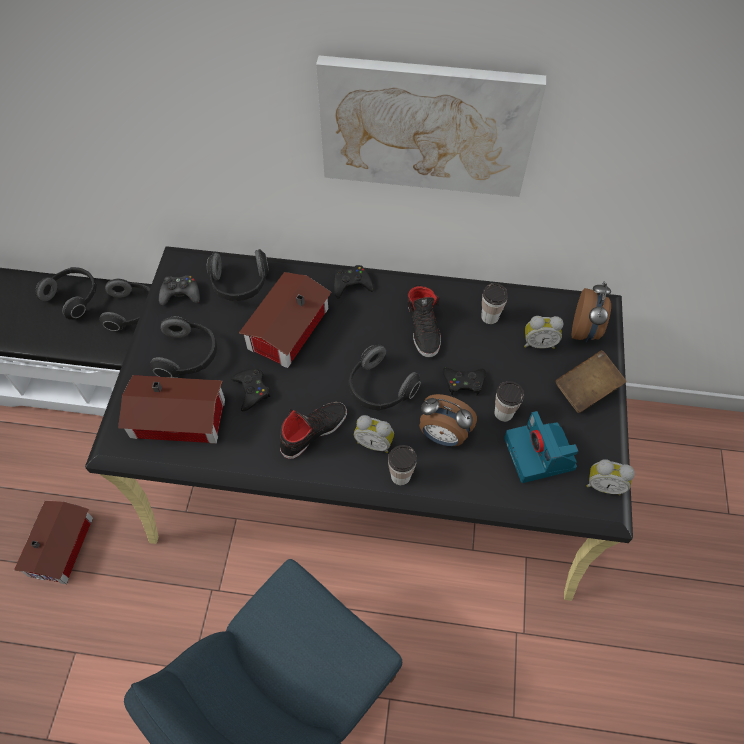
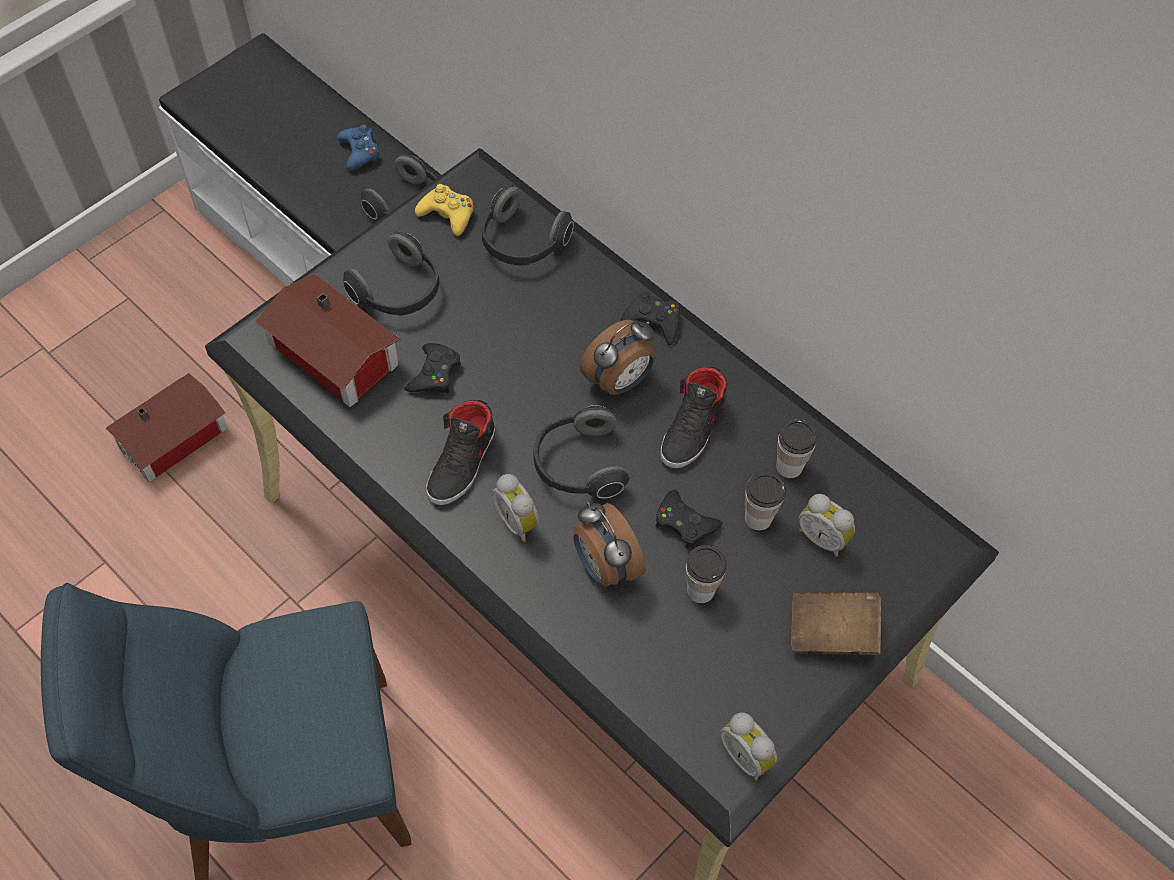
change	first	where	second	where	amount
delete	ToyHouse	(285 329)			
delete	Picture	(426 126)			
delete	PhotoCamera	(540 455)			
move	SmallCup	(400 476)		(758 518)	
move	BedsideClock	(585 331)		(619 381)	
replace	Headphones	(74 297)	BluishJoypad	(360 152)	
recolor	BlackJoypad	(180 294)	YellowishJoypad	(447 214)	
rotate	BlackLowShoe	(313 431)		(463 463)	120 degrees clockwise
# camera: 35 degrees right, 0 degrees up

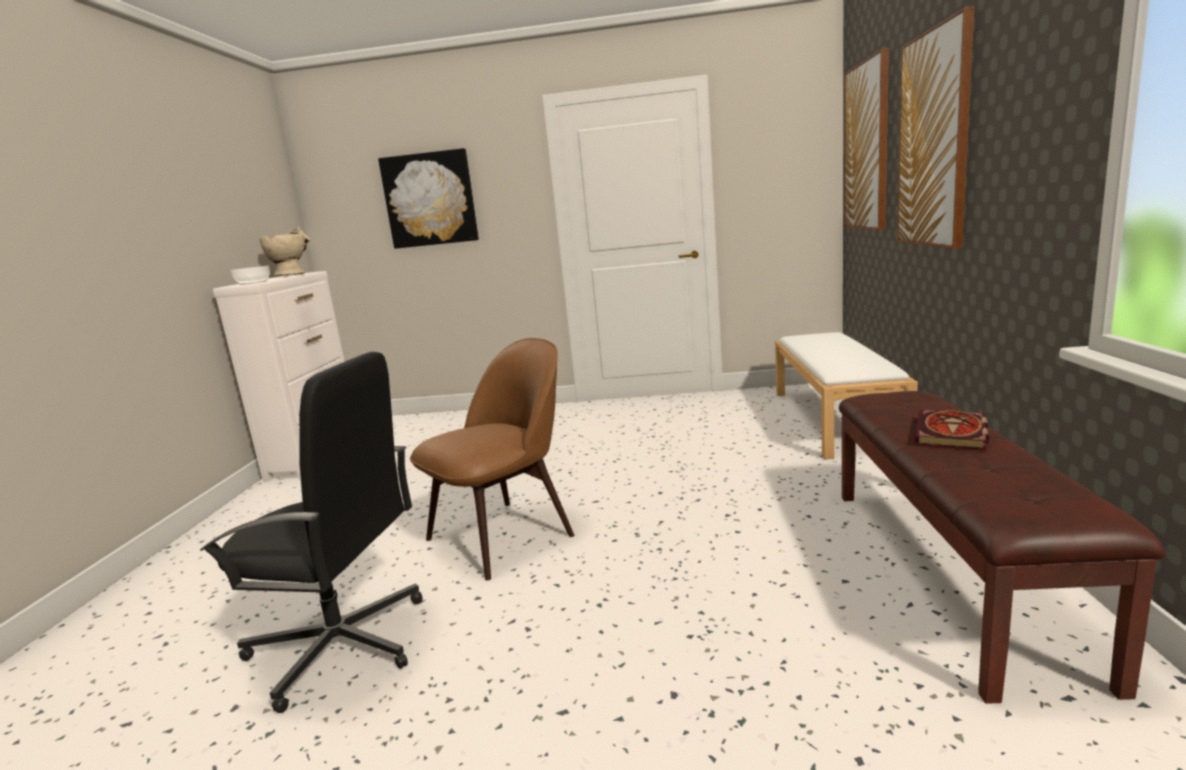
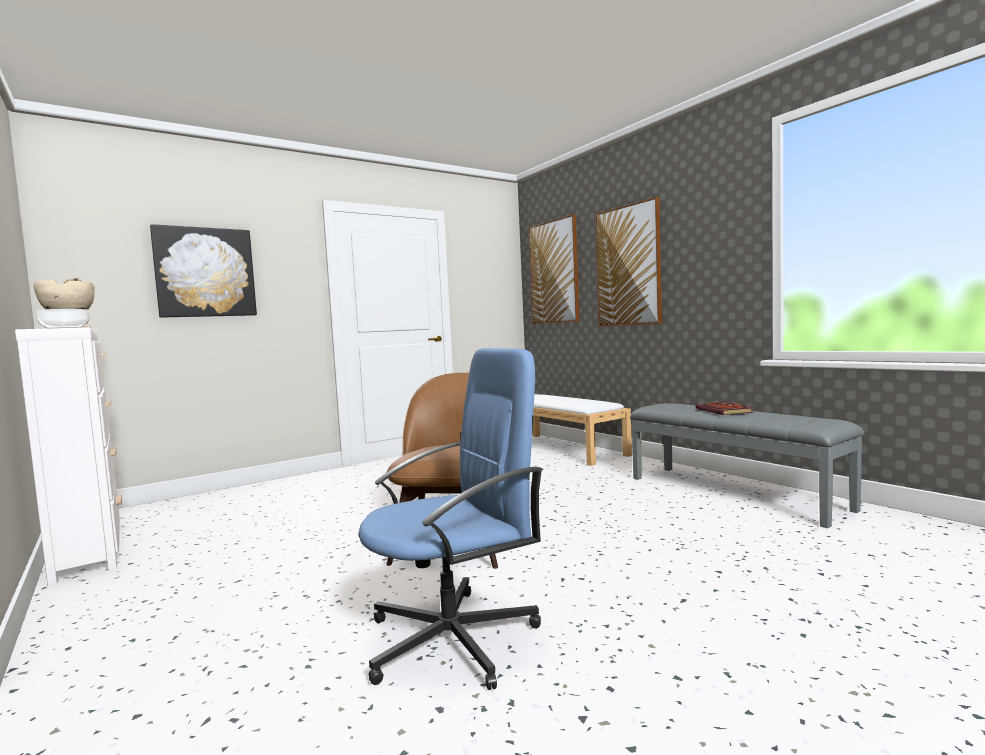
change	first	where	second	where	amount
recolor	BlackComputerChair	(341 645)	BluishComputerChair	(454 638)	
recolor	BrownLongSeat	(951 571)	GreyLongSeat	(734 493)	
# camera: 40 degrees left, 10 degrees down

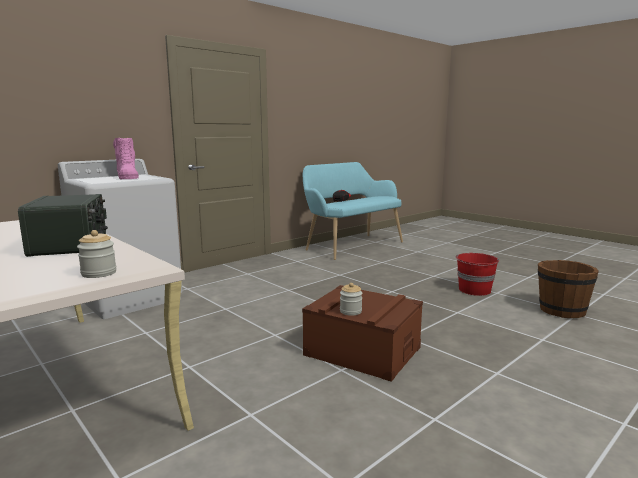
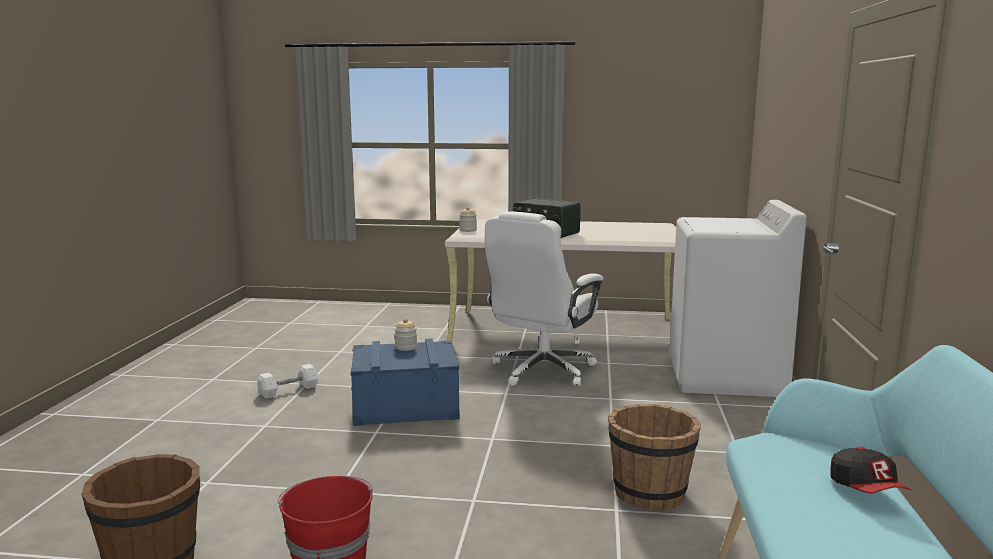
change	first	where	second	where	amount
delete	PinkHighTopBoot	(127 177)			
insert			WhiteDumbbell	(288 390)	
insert			WhiteComputerChair	(542 370)	
insert			BrownWaterBucket	(650 492)	
recolor	BrownStorageContainer	(362 351)	BluishStorageContainer	(405 405)	
# camera: 140 degrees right, 0 degrees up

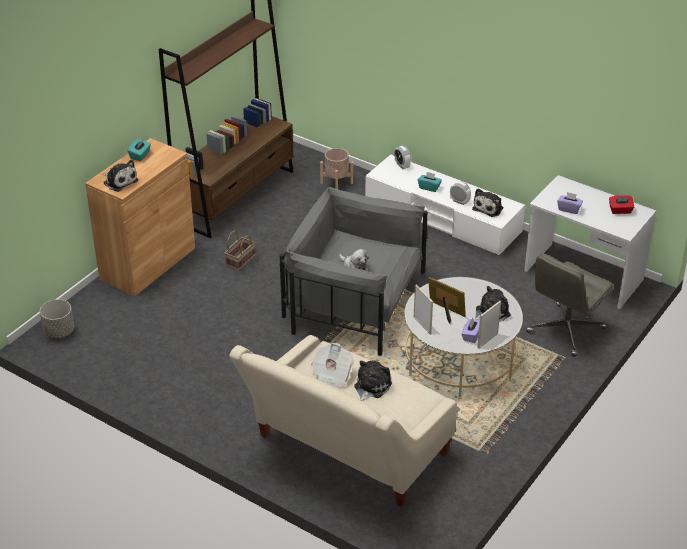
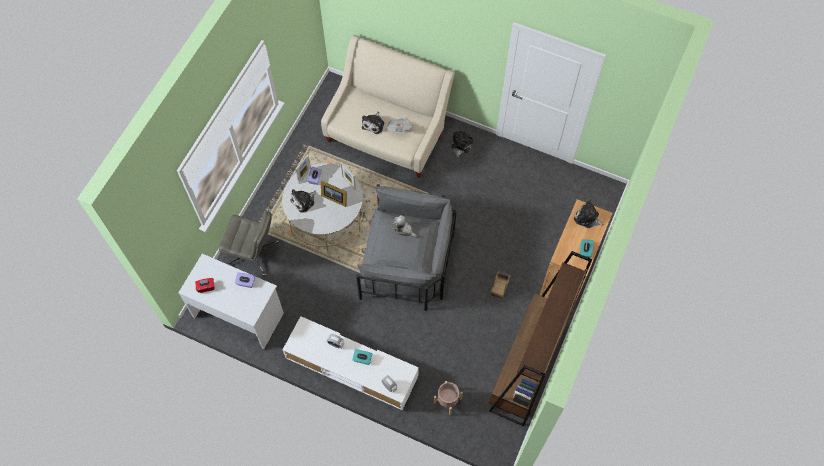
change	first	where	second	where	amount
delete	GreyPlanter	(59 331)			
move	SoftToy	(489 208)		(461 145)	
rotate	GreyComputerChair	(565 331)		(254 254)	75 degrees clockwise
# camera: 170 degrees right, 25 degrees up

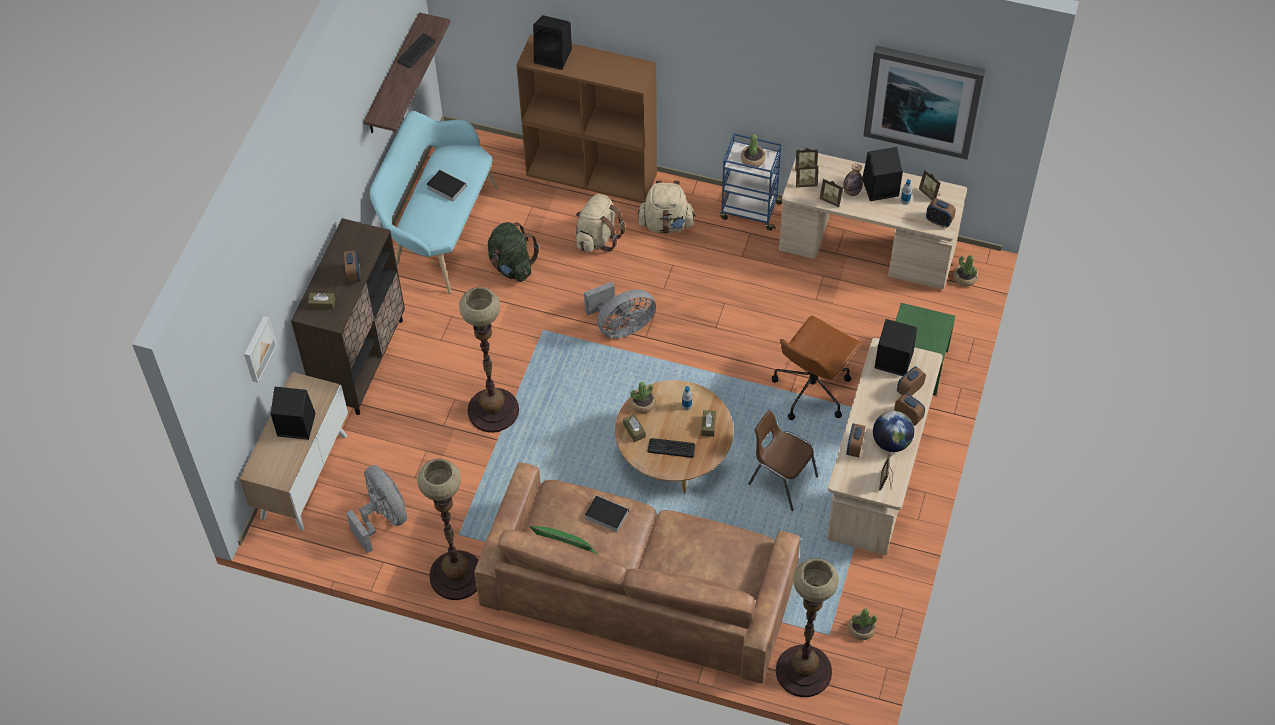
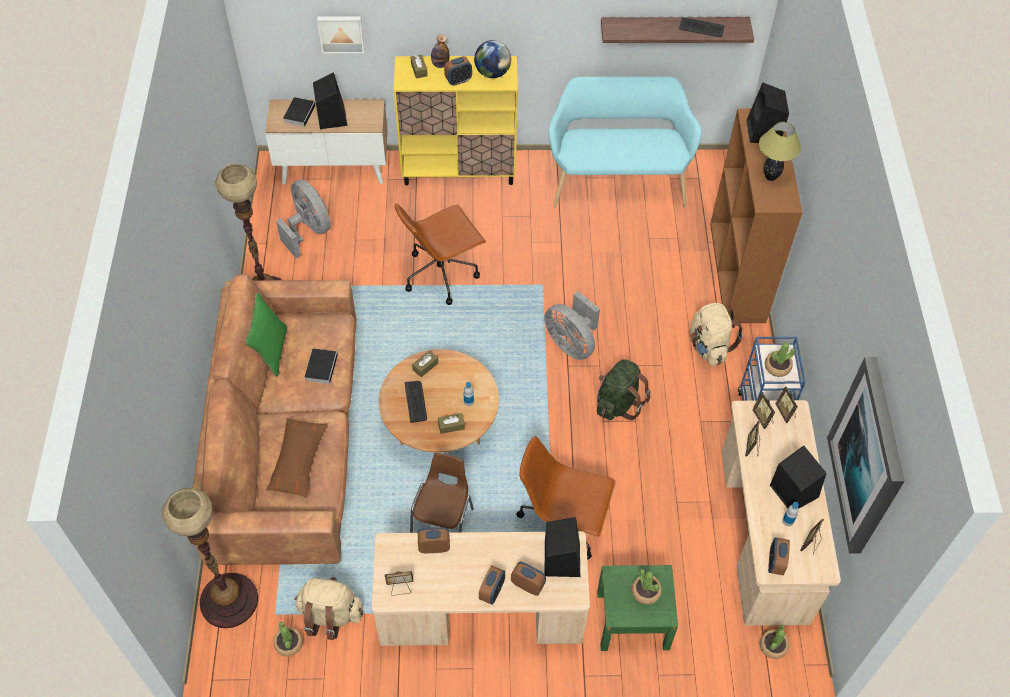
change	first	where	second	where	amount
insert			BrownCushion	(298 461)	
insert			LampForATable	(771 177)	
move	Volume	(445 187)		(299 113)	
move	GreenKnapsack	(512 266)		(618 403)	
move	BeigeKnapsack	(597 238)		(330 615)	
move	PottedPlant	(643 404)		(646 591)	
move	DrinkBottle	(851 192)		(440 64)	
move	WorldGlobe	(891 442)		(492 73)	
replace	FloorLamp	(493 411)	BrownComputerChair	(441 273)	
recolor	BrownCabinet	(361 361)	YellowishCabinet	(459 170)	
rotate	GreyFan	(383 518)		(308 230)	75 degrees counterclockwise
# camera: 70 degrees right, 0 degrees up

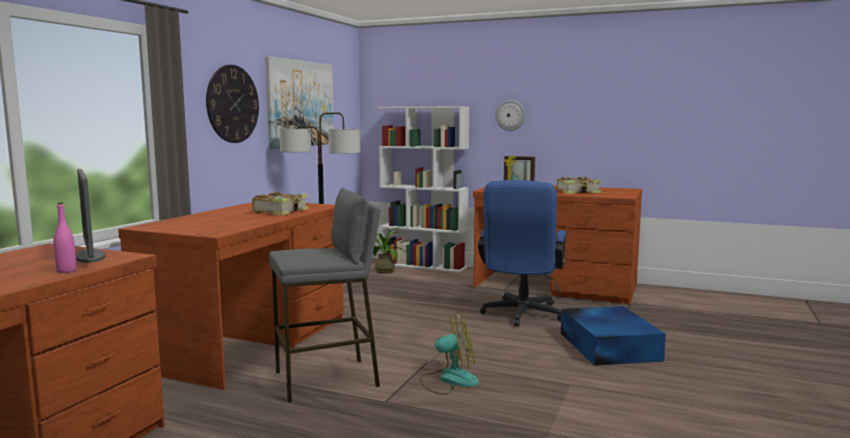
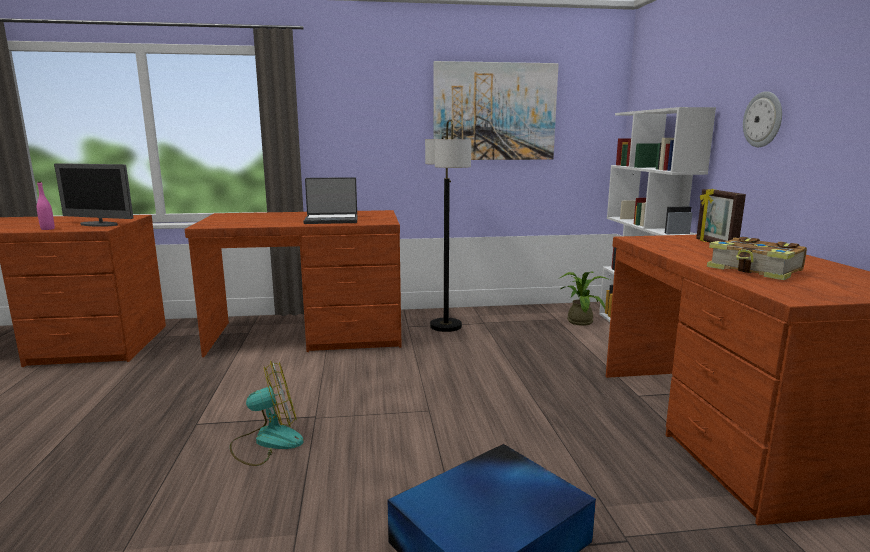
change	first	where	second	where	amount
delete	WallClock	(232 104)			
delete	GreyStoolSeat	(327 380)			
delete	BluishComputerChair	(521 315)			
replace	Volume	(282 211)	PortableComputer	(331 220)	
rotate	ComputerScreen	(90 256)		(99 224)	105 degrees counterclockwise
rotate	Fan	(449 380)		(267 441)	75 degrees counterclockwise
# camera: 60 degrees right, 5 degrees up

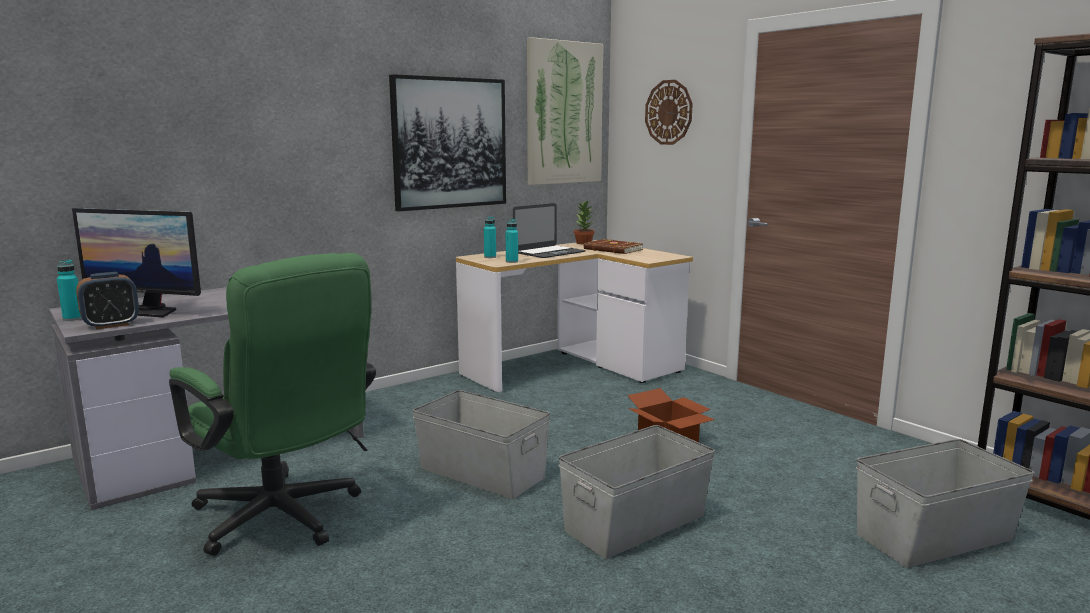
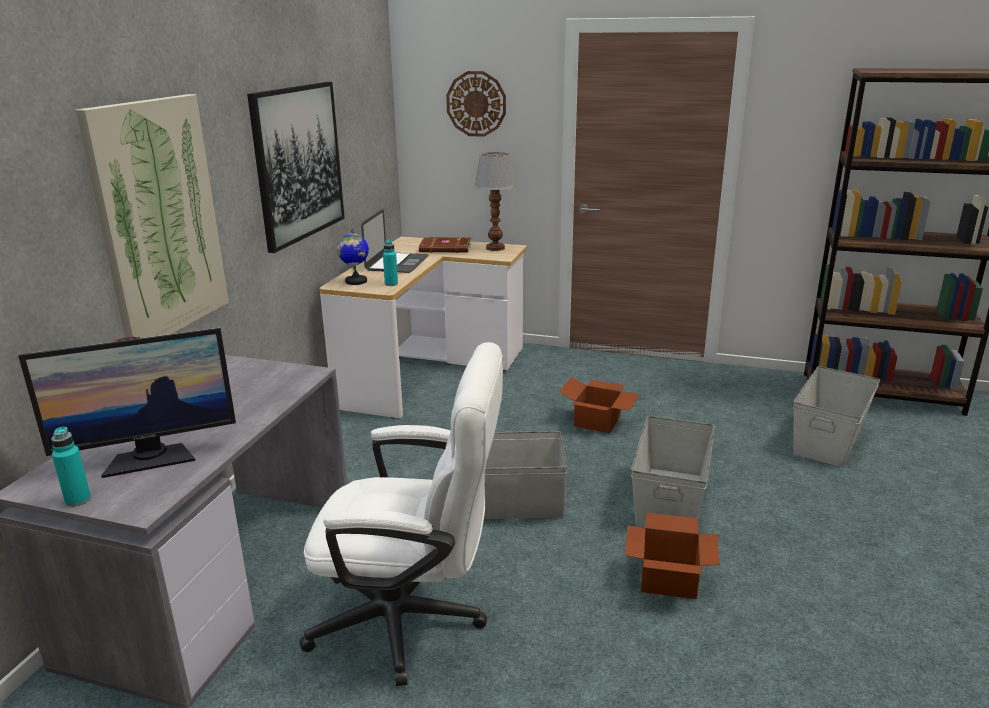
change	first	where	second	where	amount
delete	BedsideClock	(111 325)			
delete	PottedPlant	(583 243)			
insert			LampForATable	(496 248)	
insert			Carton	(669 577)	
move	Picture	(564 113)		(159 219)	
replace	BlueGreenDrinkBottle	(490 257)	WorldGlobe	(356 281)	
recolor	GreenComputerChair	(285 520)	WhiteComputerChair	(412 621)	
# camera: 35 degrees left, 10 degrees up

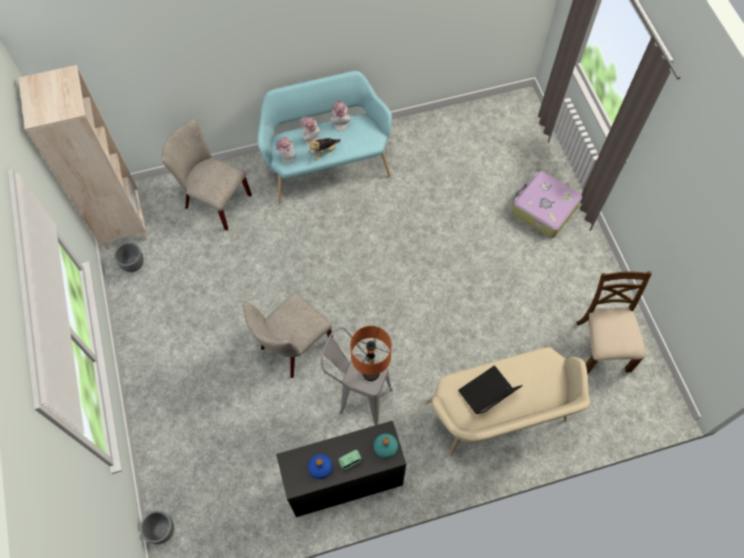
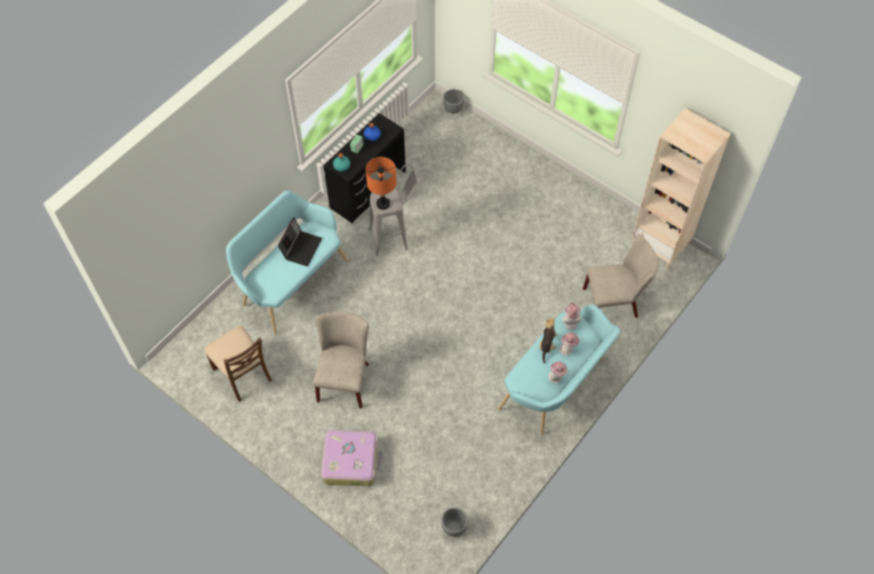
change	first	where	second	where	amount
move	GreyPlanter	(133 265)		(454 527)	
move	BeigeChair	(293 347)		(344 379)	
recolor	BeigeLongSeat	(500 416)	BlueGreenLongSeat	(291 282)	
# camera: 145 degrees right, 5 degrees down

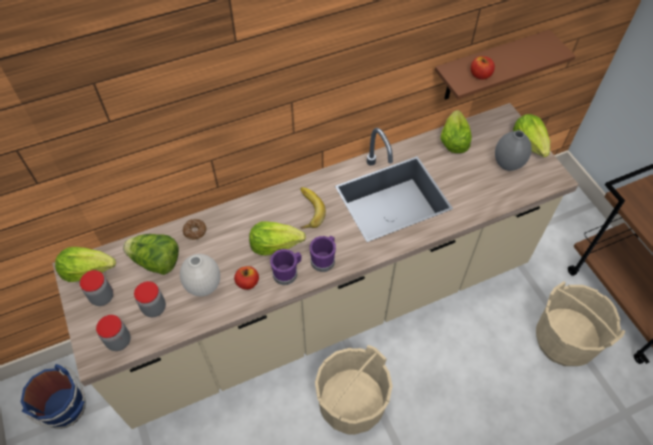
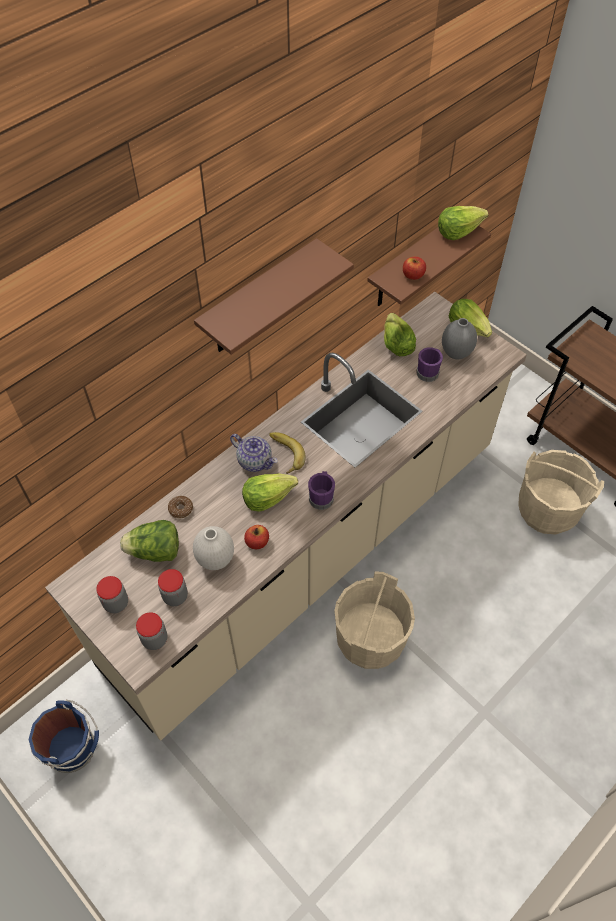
change	first	where	second	where	amount
insert			BrownBracketShelf	(258 300)	
insert			PotForTea	(255 461)	
move	LettuceHead	(88 270)		(458 231)	
move	PurpleColouredMug	(287 273)		(428 371)	
# camera: 20 degrees left, 0 degrees up

